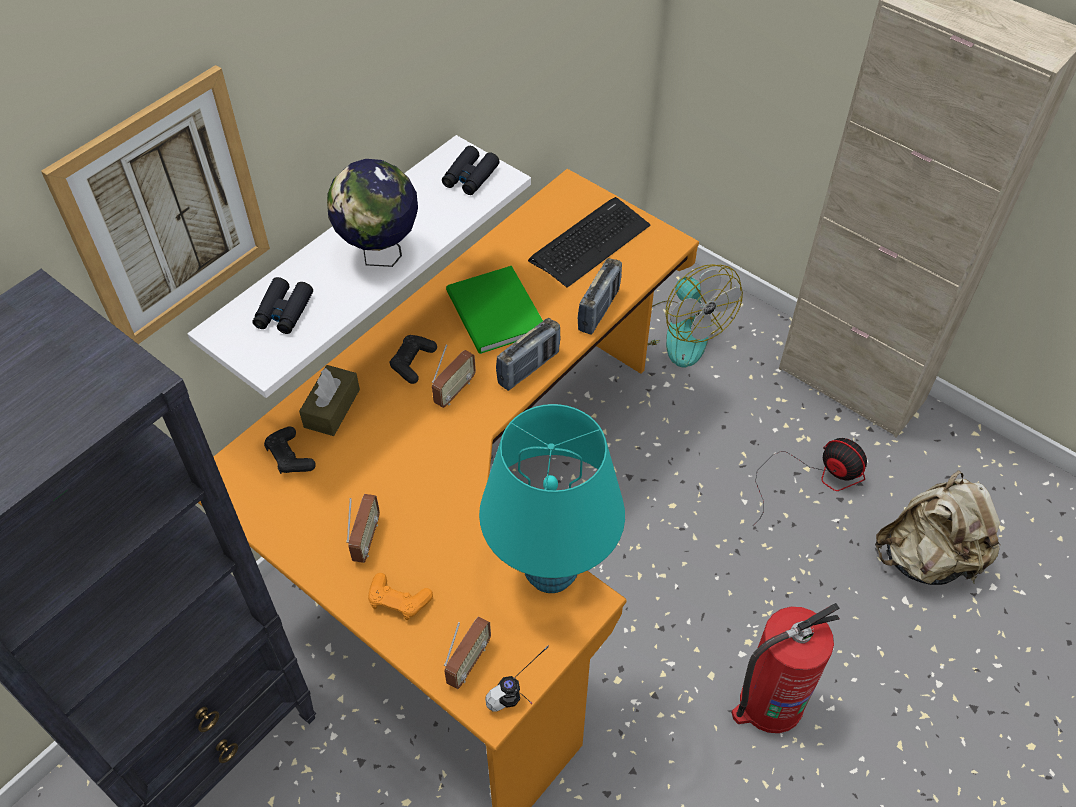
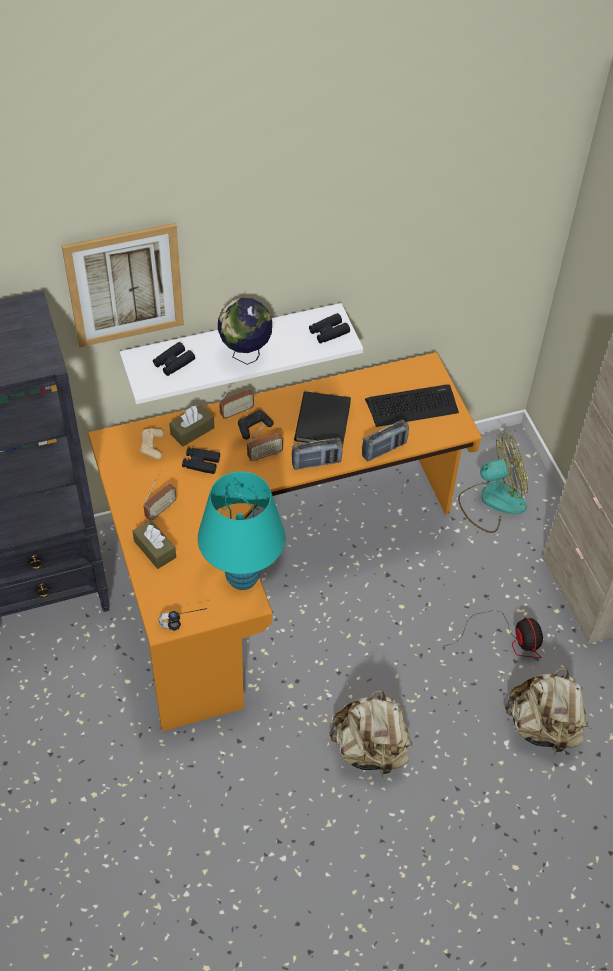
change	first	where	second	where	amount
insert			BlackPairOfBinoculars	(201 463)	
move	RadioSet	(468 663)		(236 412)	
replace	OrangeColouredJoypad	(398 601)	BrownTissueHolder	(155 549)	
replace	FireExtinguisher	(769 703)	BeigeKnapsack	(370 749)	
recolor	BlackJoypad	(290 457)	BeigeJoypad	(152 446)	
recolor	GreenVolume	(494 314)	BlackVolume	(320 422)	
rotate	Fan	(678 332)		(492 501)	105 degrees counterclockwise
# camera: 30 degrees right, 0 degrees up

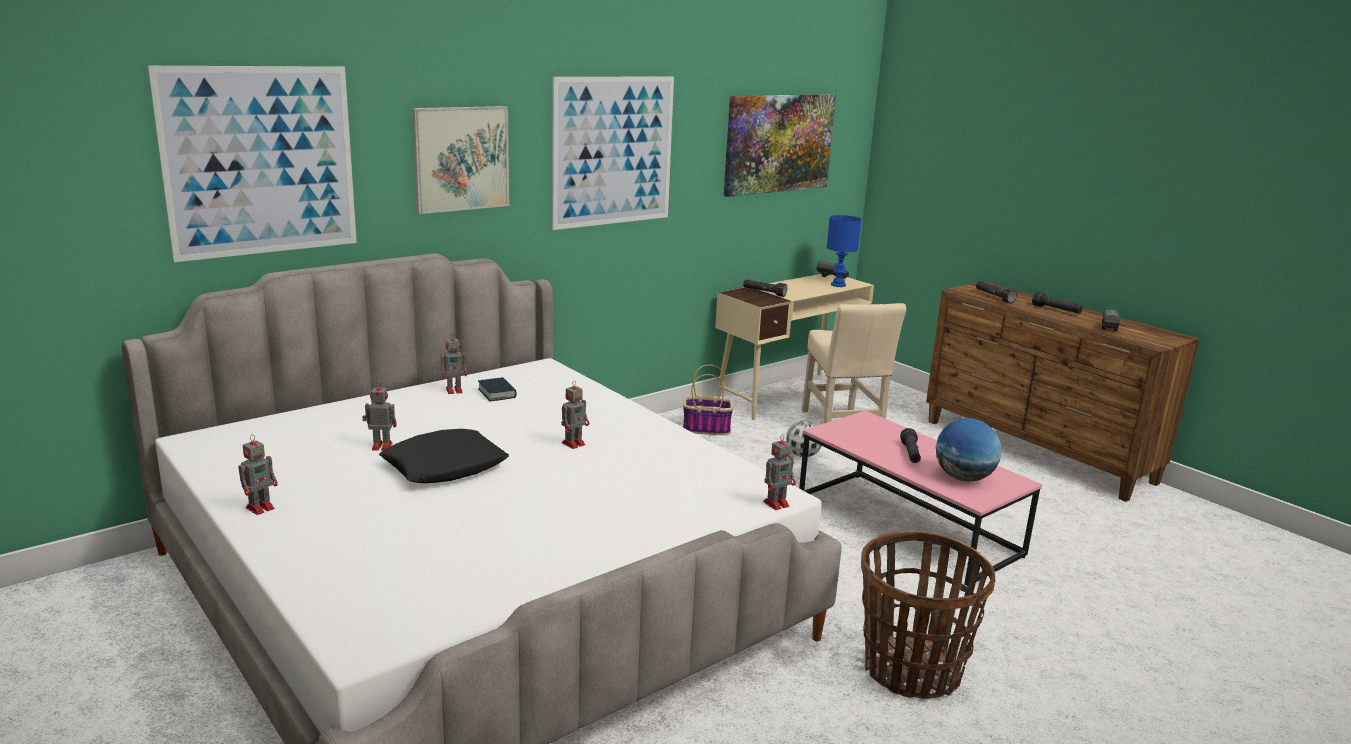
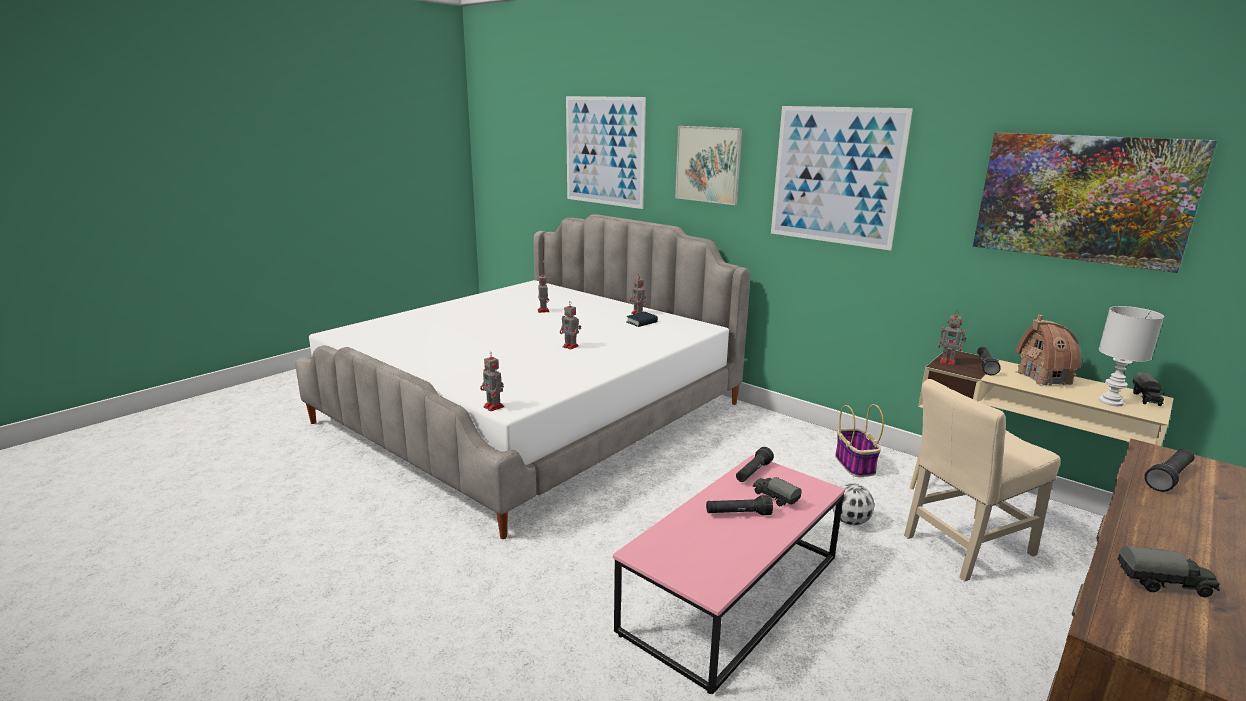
change	first	where	second	where	amount
delete	BlackCushion	(445 466)			
delete	Basket	(911 671)			
delete	WorldGlobe	(963 478)			
insert			ToyLorry	(774 498)	
insert			ToyHouse	(1044 378)	
move	ToyRobot	(261 507)		(948 362)	
move	BlackHandTorch	(1056 310)		(753 473)	
recolor	BluishLampForATable	(839 285)	WhiteLampForATable	(1111 402)	
# camera: 80 degrees right, 0 degrees up

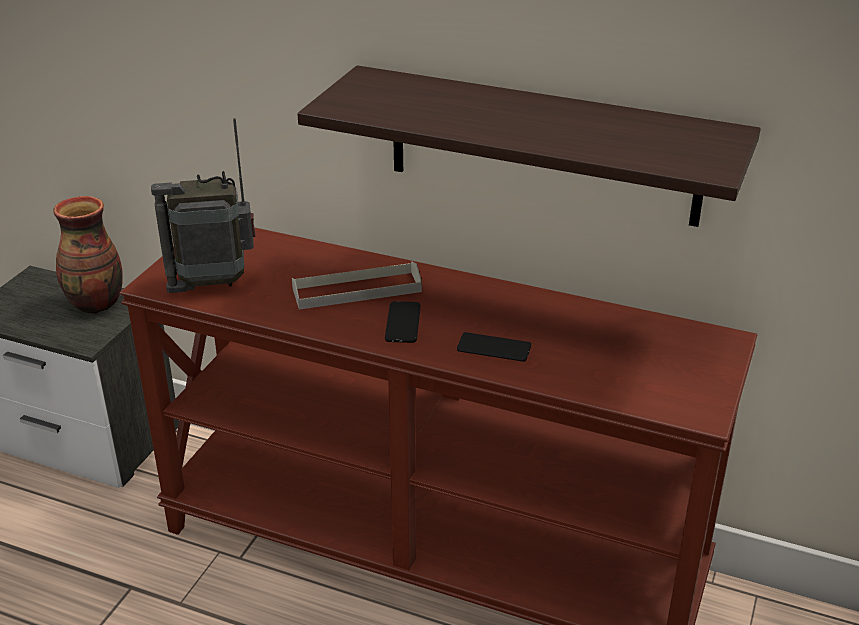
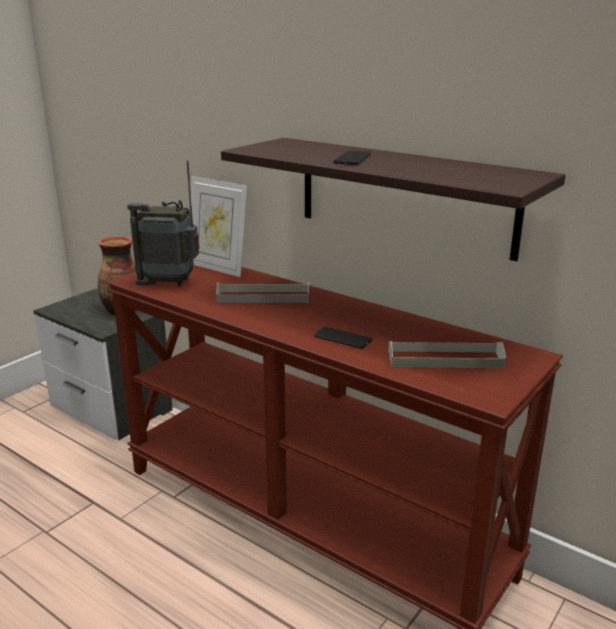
change	first	where	second	where	amount
insert			PictureFrame	(218 268)	
insert			GreyServingTray	(445 359)	
move	Handset	(403 323)		(352 159)	
# camera: 15 degrees right, 10 degrees down

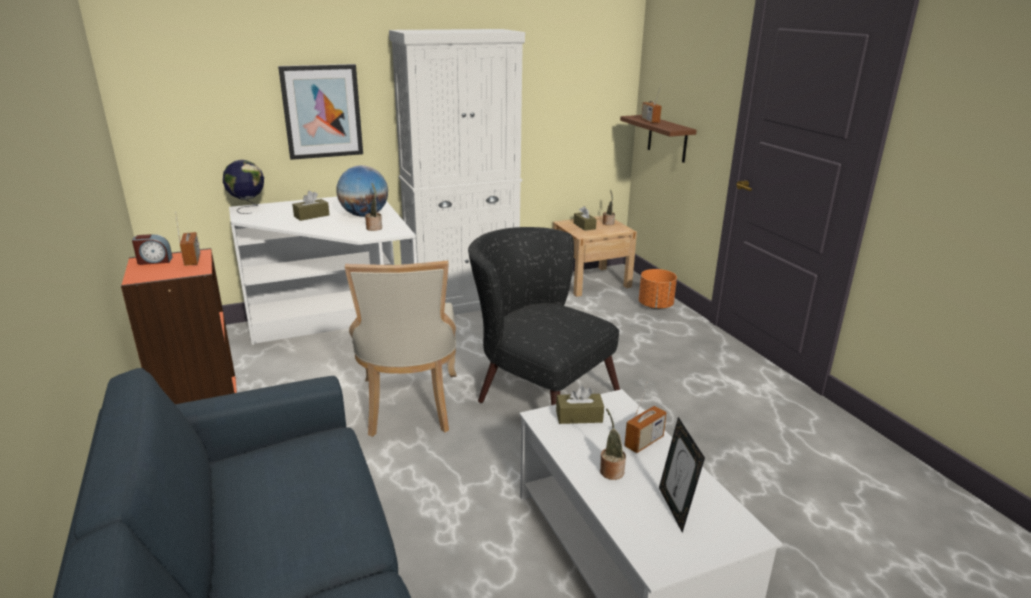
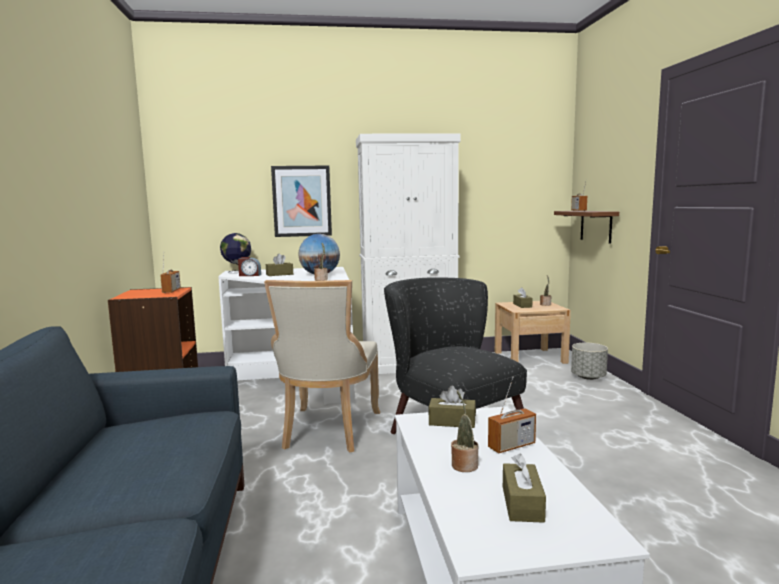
change	first	where	second	where	amount
move	BedsideClock	(154 261)		(249 275)	
replace	PictureFrame	(675 508)	BrownTissueHolder	(522 503)	
recolor	OrangeColouredPlanter	(656 306)	GreyPlanter	(588 377)	
# camera: 15 degrees right, 15 degrees down

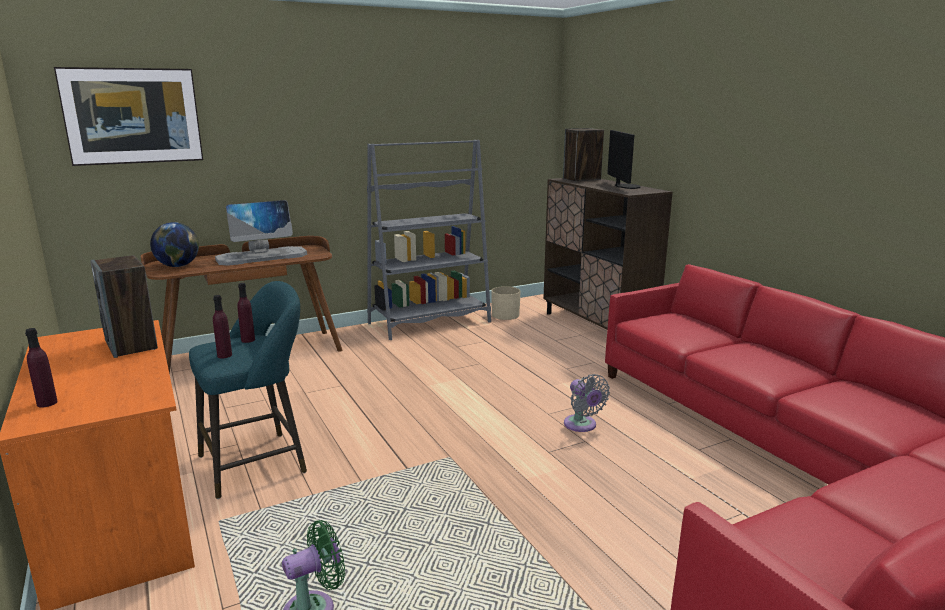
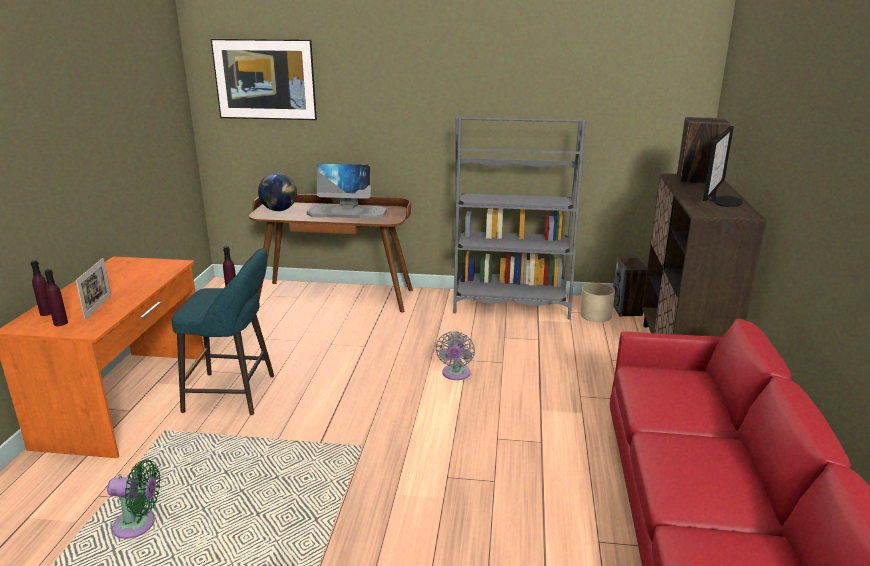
change	first	where	second	where	amount
insert			PictureFrame	(98 307)	
move	AudioSpeaker	(132 345)		(627 310)	
move	PurpleColouredDrinkBottle	(224 355)		(60 323)	
move	GreyFan	(582 425)		(455 374)	
# camera: 35 degrees right, 5 degrees up

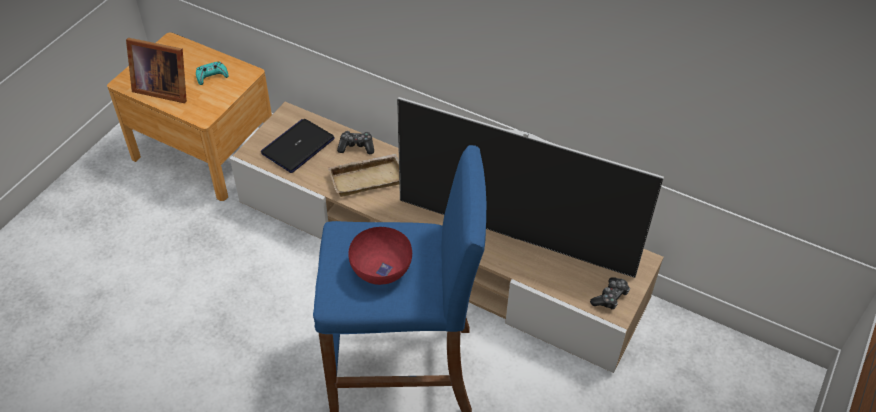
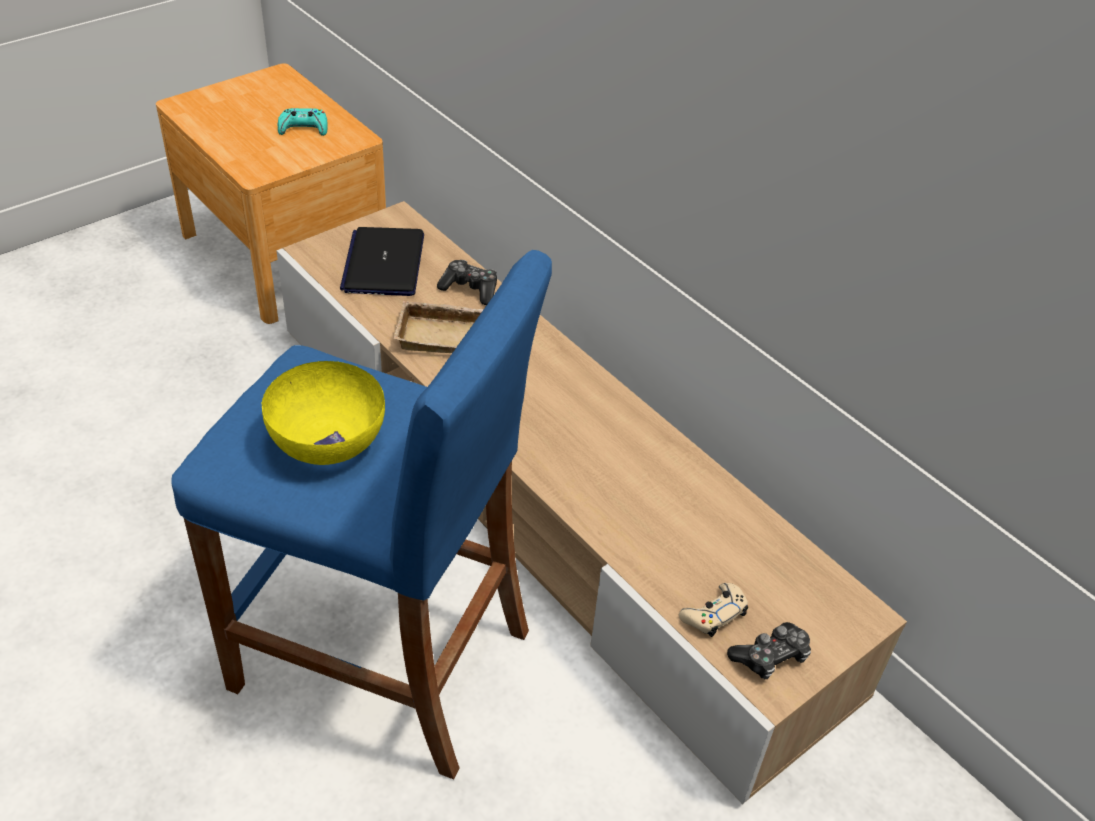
change	first	where	second	where	amount
delete	PictureFrame	(162 88)			
delete	Tv	(514 236)			
insert			BeigeJoypad	(714 614)	
recolor	RedServingBowl	(381 267)	YellowishServingBowl	(328 438)	
rotate	PortableComputer	(298 146)		(384 263)	60 degrees counterclockwise
# camera: 20 degrees right, 5 degrees down

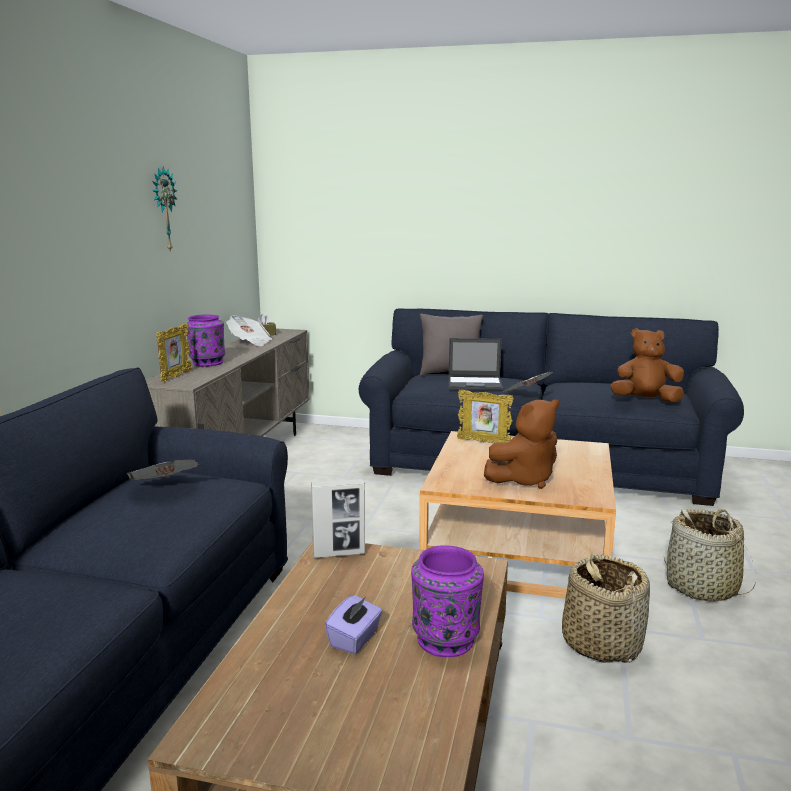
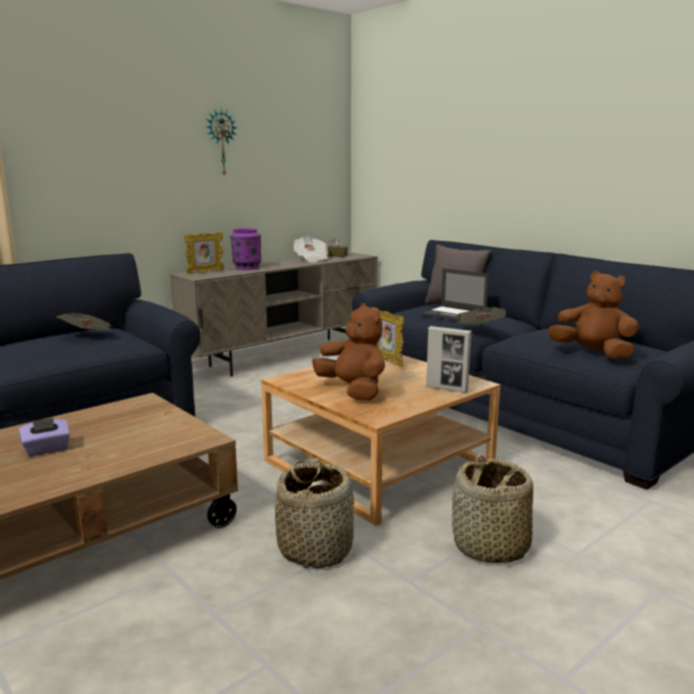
change	first	where	second	where	amount
delete	PurpleColouredDecorativeVase	(445 639)			
move	PictureFrame	(339 554)		(447 389)	
rotate	BrownSoftToy	(524 479)		(353 391)	135 degrees counterclockwise
# camera: 35 degrees right, 0 degrees up

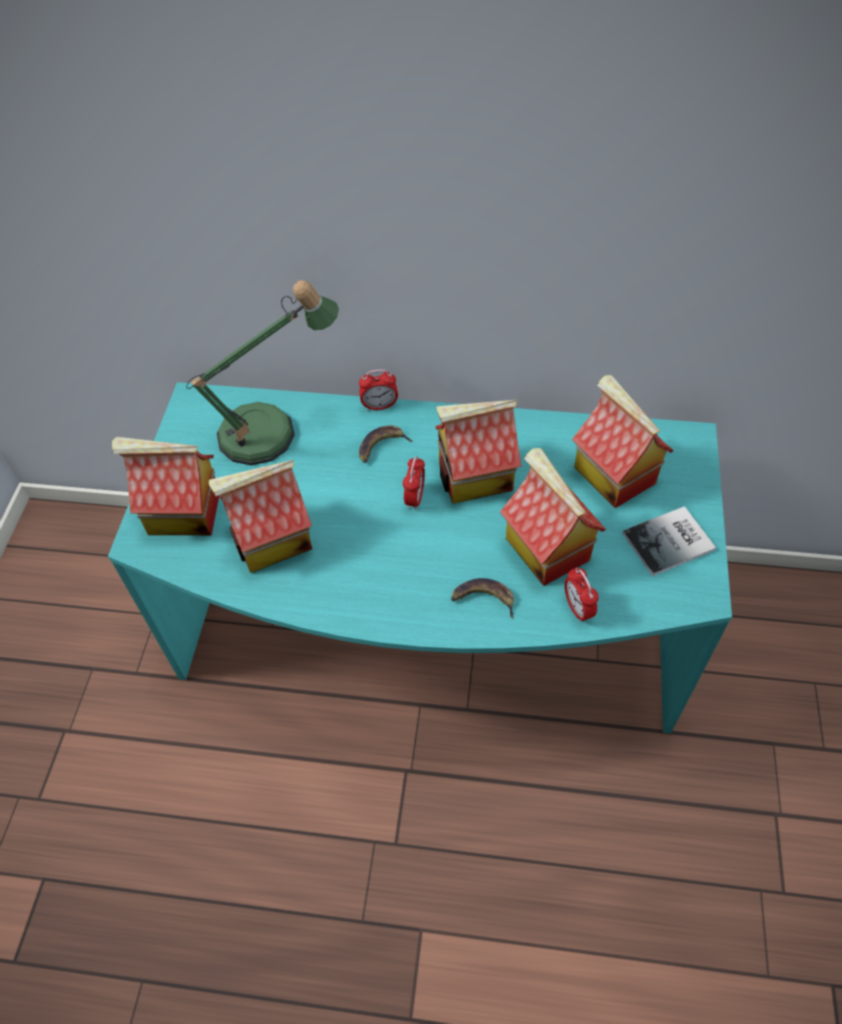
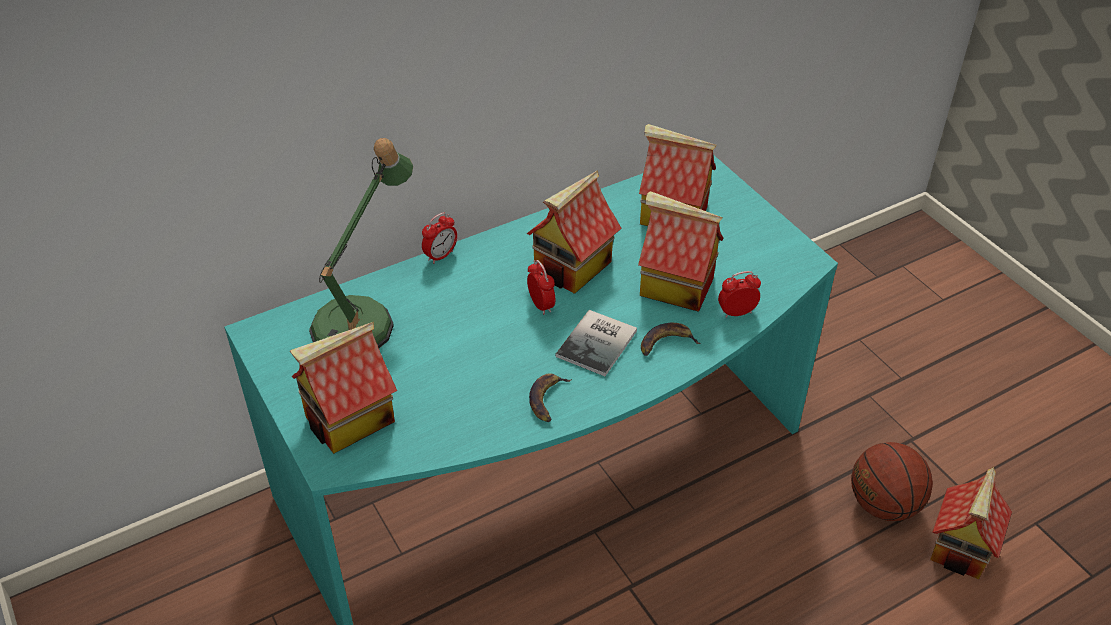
change	first	where	second	where	amount
insert			Basketball	(883 504)	
move	ToyHouse	(271 541)		(961 549)	
move	BananaFruit	(381 446)		(547 400)	
move	Volume	(671 542)		(599 343)	
rotate	BedsideClock	(577 608)		(737 312)	135 degrees clockwise
# camera: 40 degrees left, 10 degrees down

